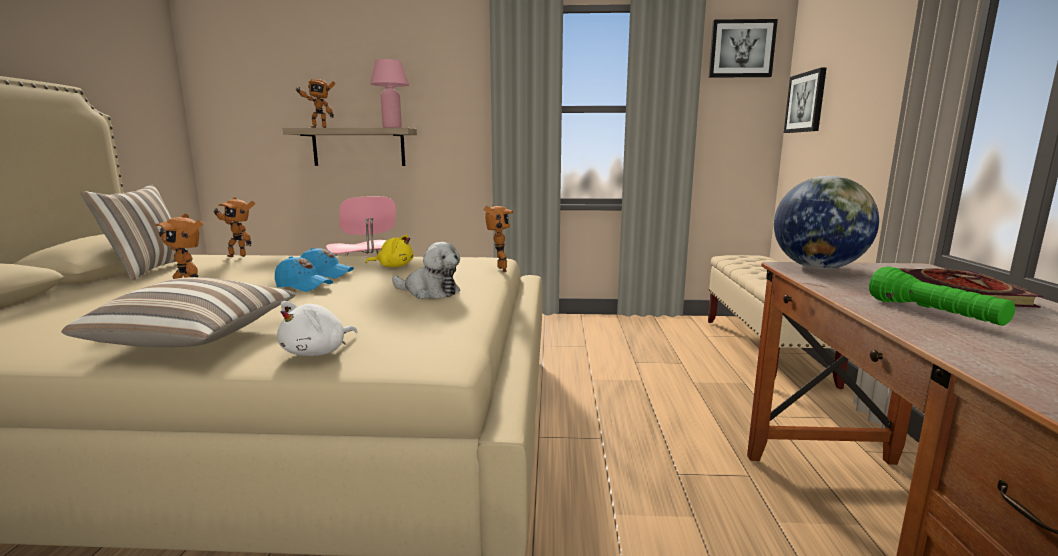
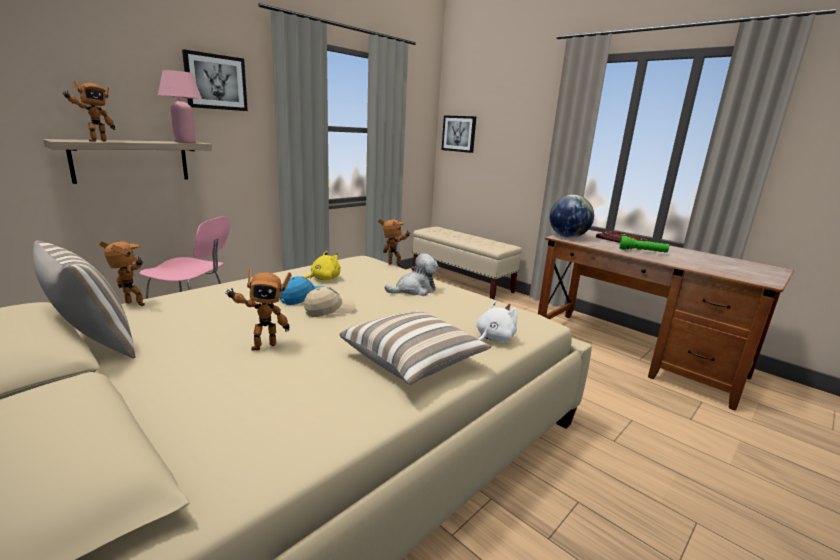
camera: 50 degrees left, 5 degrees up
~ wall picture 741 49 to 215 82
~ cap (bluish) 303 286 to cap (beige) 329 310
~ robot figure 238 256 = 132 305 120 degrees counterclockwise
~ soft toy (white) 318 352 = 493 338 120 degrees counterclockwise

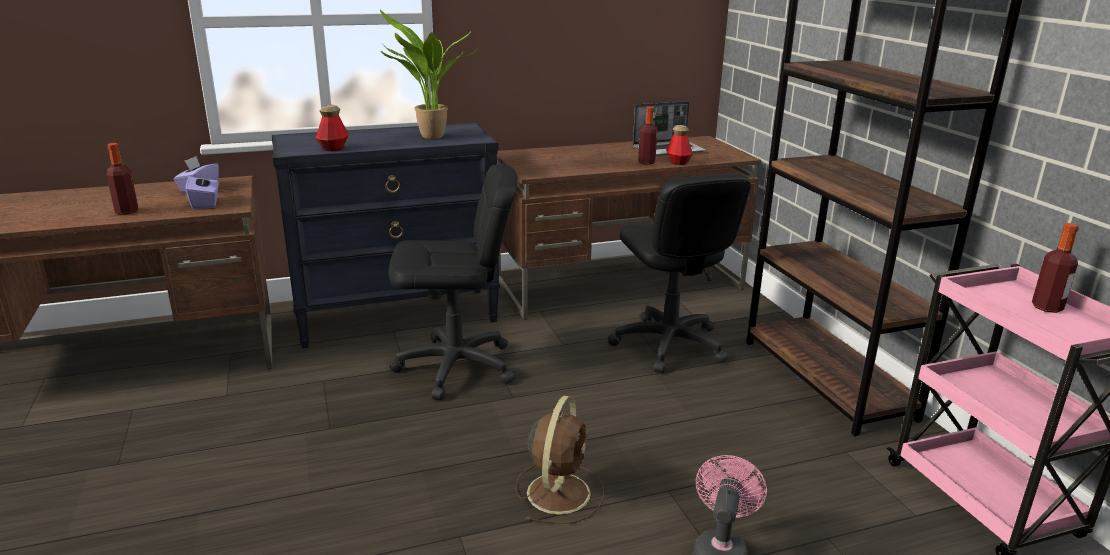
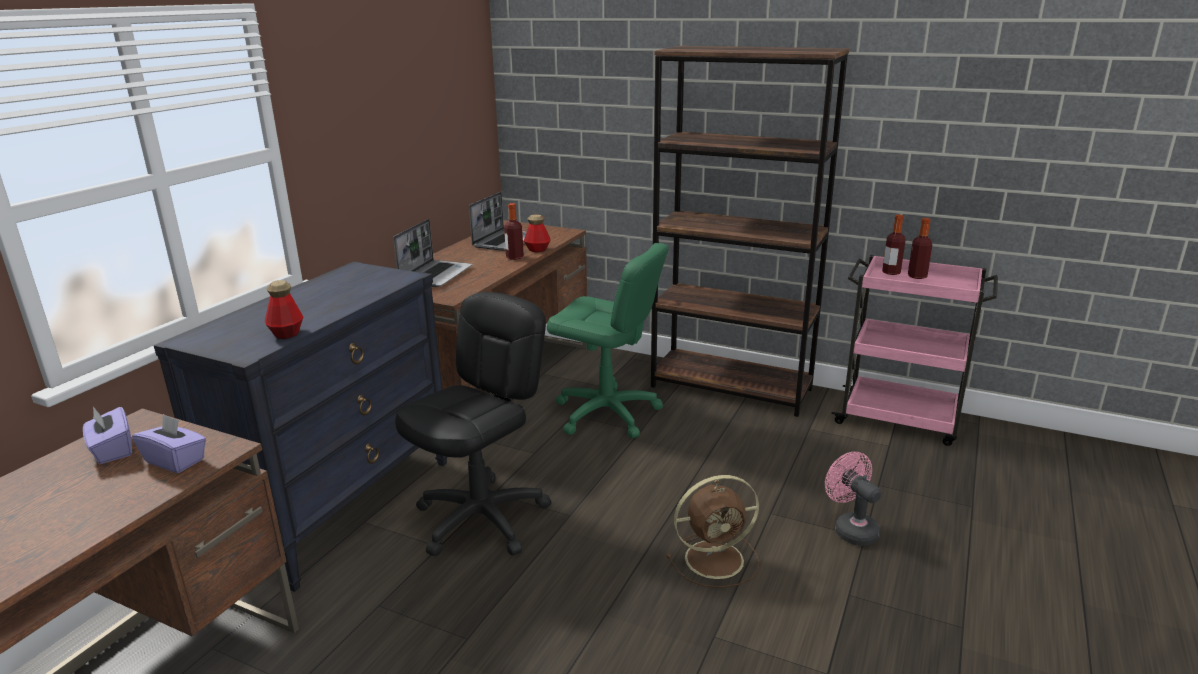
camera: 45 degrees left, 0 degrees up
- plant in a pot 430 138
+ portable computer 436 275
~ drink bottle 127 211 to 891 272
~ office chair (black-coloured) 668 344 to office chair (greenish) 607 413
~ fan (brown-coloured) 559 491 = 716 559 105 degrees clockwise

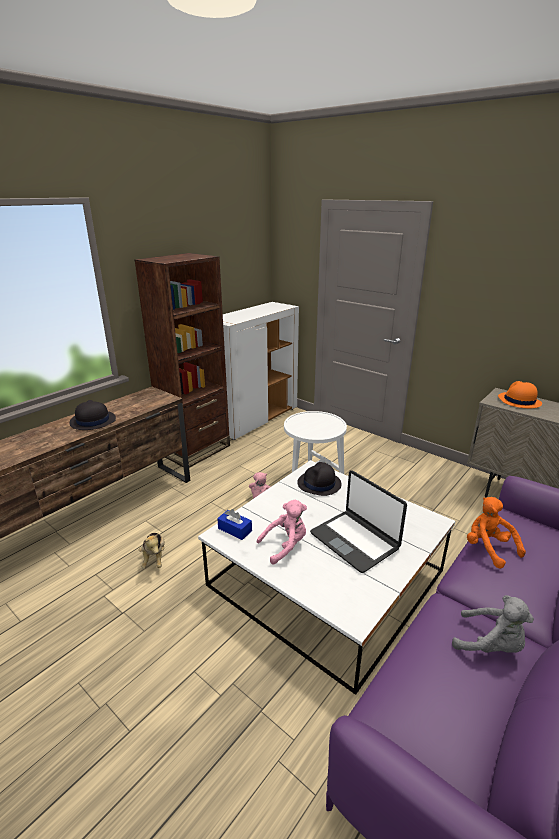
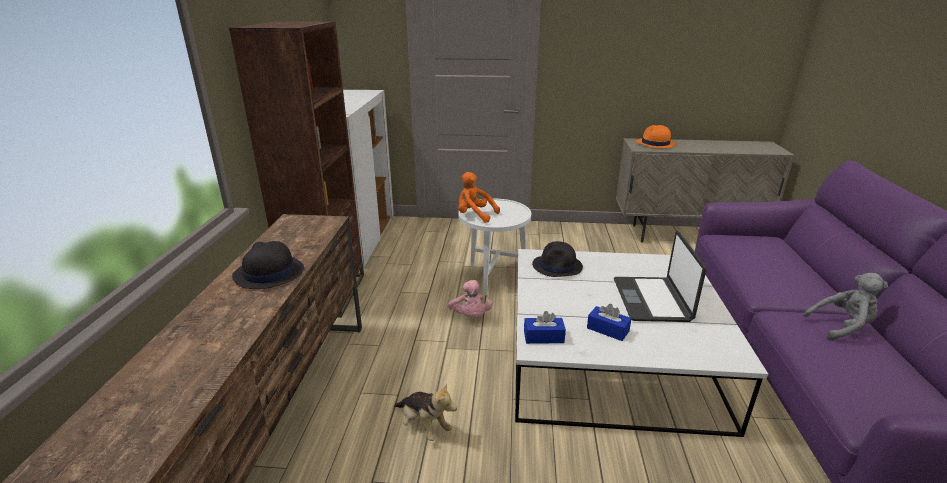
camera: 35 degrees left, 0 degrees up
~ soft toy (orange) 488 548 to 474 215
~ soft toy (pink-coloured) 285 545 to box of tissues (bluish) 607 329
~ portable computer 355 540 = 652 300 75 degrees clockwise

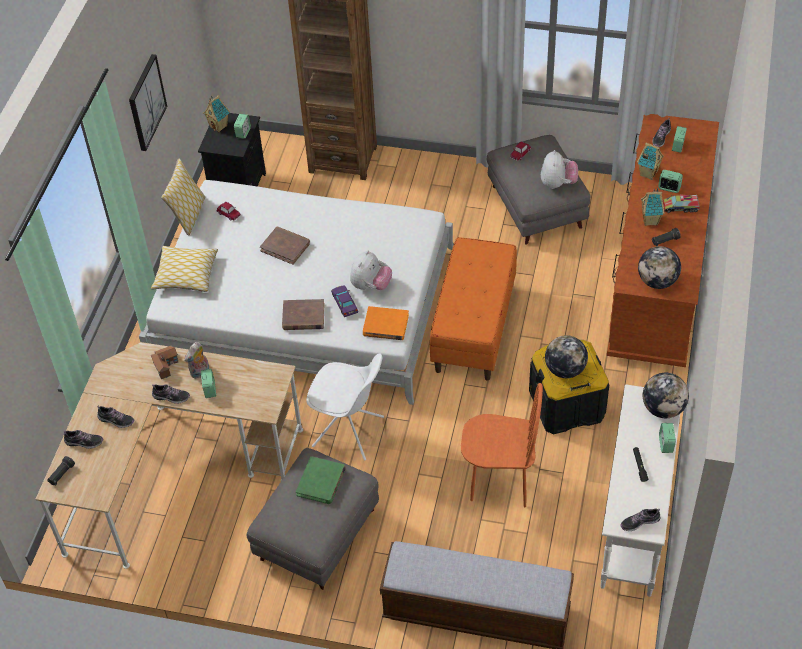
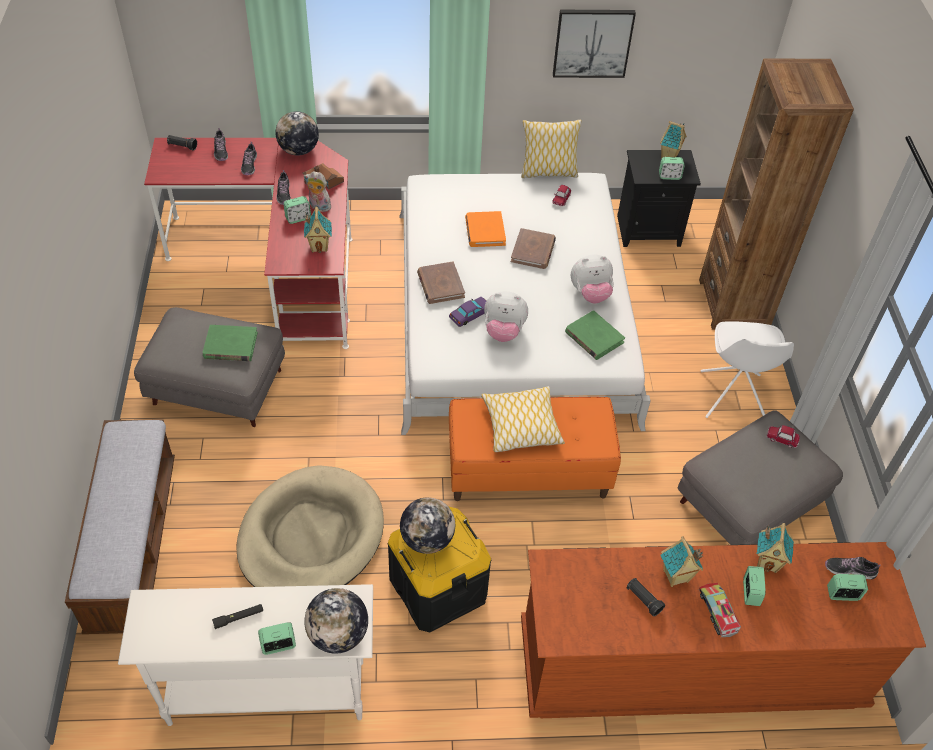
camera: 70 degrees right, 0 degrees up
- item of footwear 639 522
+ toy house 319 246
+ bound book (greenish) 594 337
~ cushion 186 275 to 521 425
~ chair (white) 349 432 to 733 397
~ bound book (orange) 385 325 to 485 231
~ soft toy 558 183 to 590 294
~ desk globe 657 281 to 299 150
~ chair (orange) 500 482 to dog bed (beige) 311 537
~ desk table (beige) 172 469 to desk table (reddish) 279 264

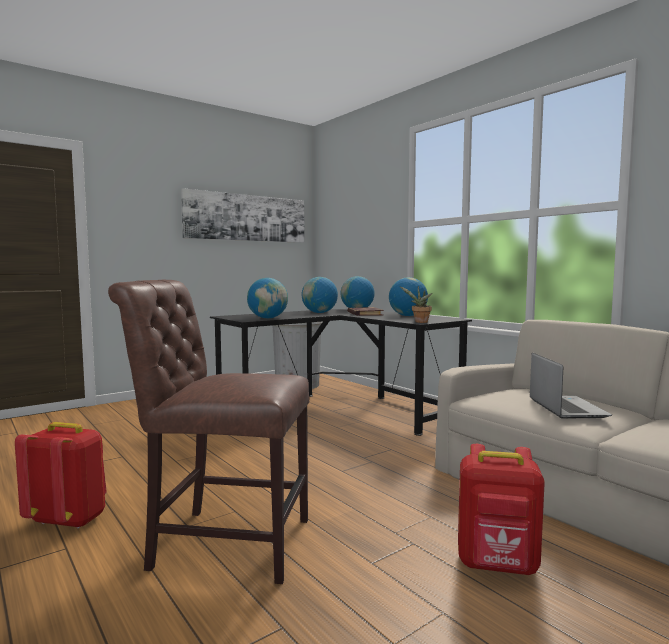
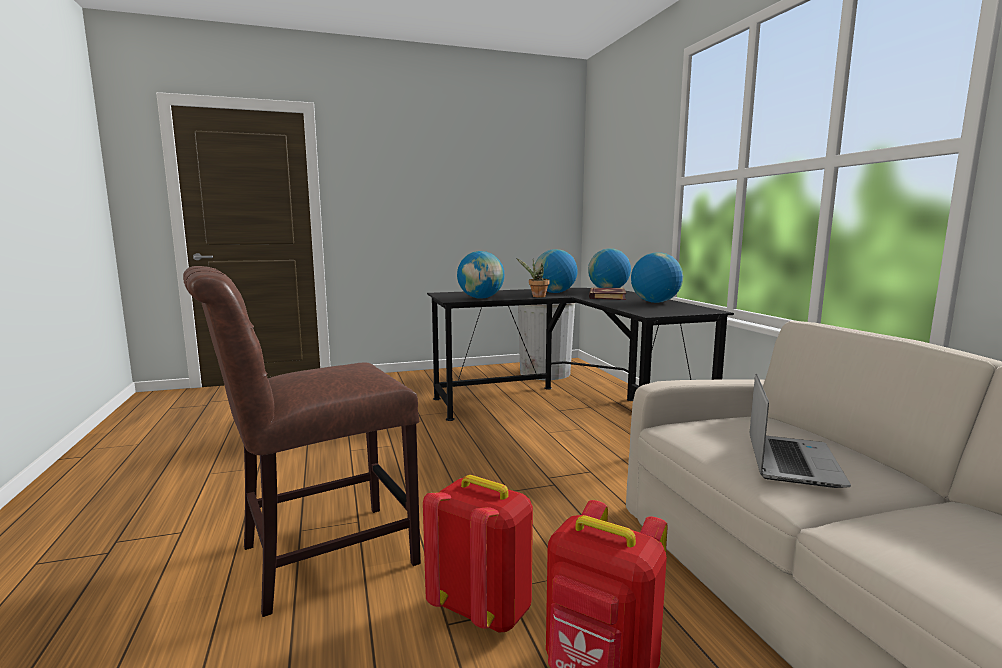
camera: 20 degrees right, 5 degrees up
- wall picture 246 218
~ rucksack (reddish) 69 520 to 483 610
~ plant in a pot 419 322 to 536 296
~ chair (brown-coloured) 223 542 = 317 557 60 degrees counterclockwise

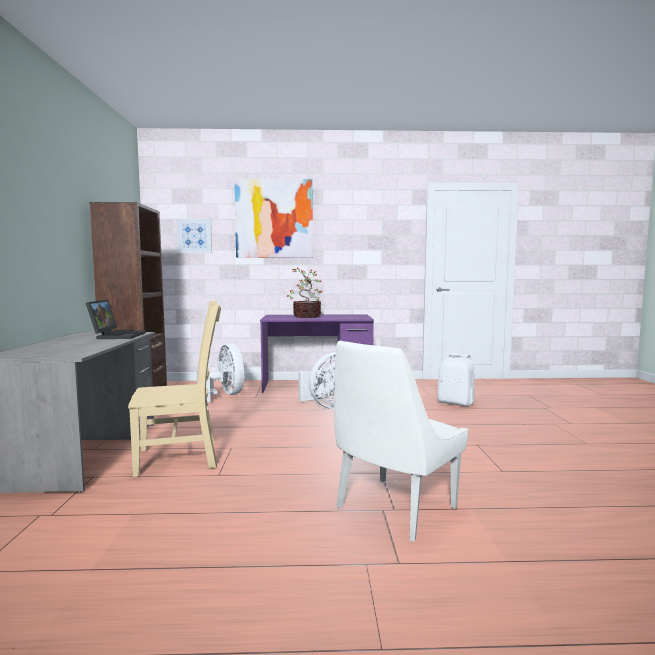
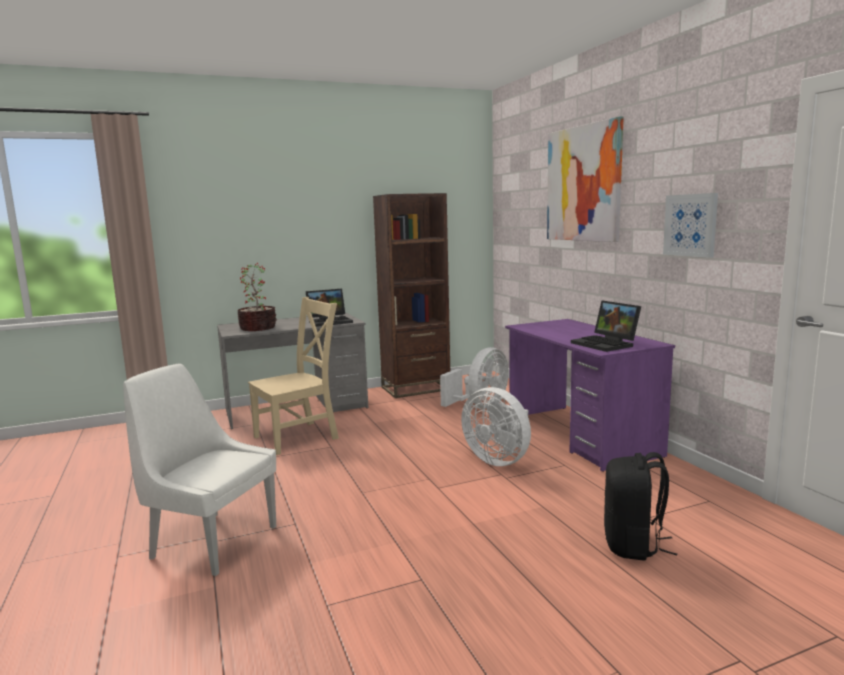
camera: 70 degrees right, 5 degrees up
+ portable computer 606 344
~ wall picture 194 235 to 690 225
~ plant in a pot 306 316 to 257 328
~ rucksack (white) 456 403 to rucksack (black-coloured) 633 545
~ chair (beige) 182 458 = 299 437 90 degrees counterclockwise

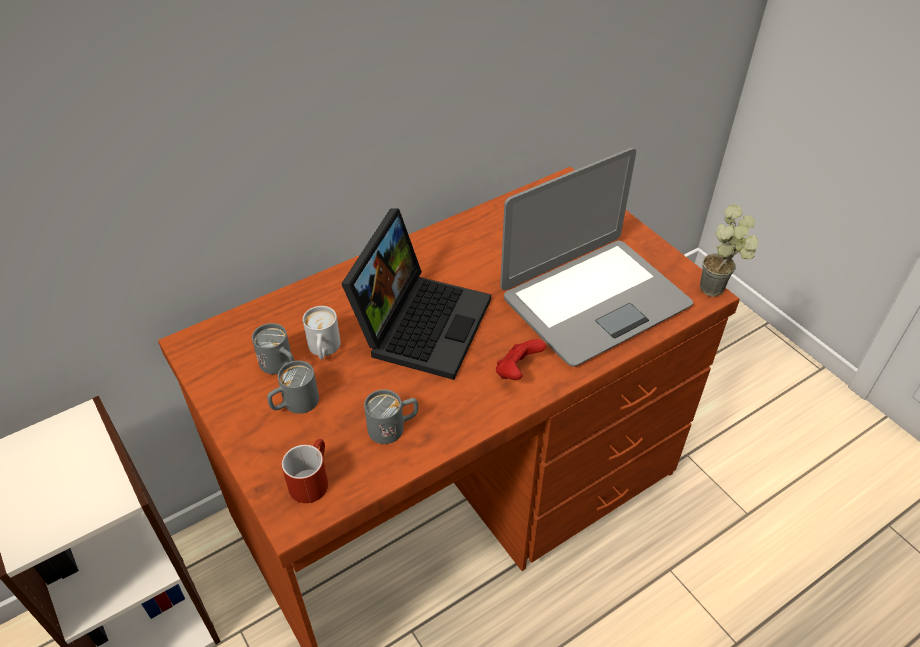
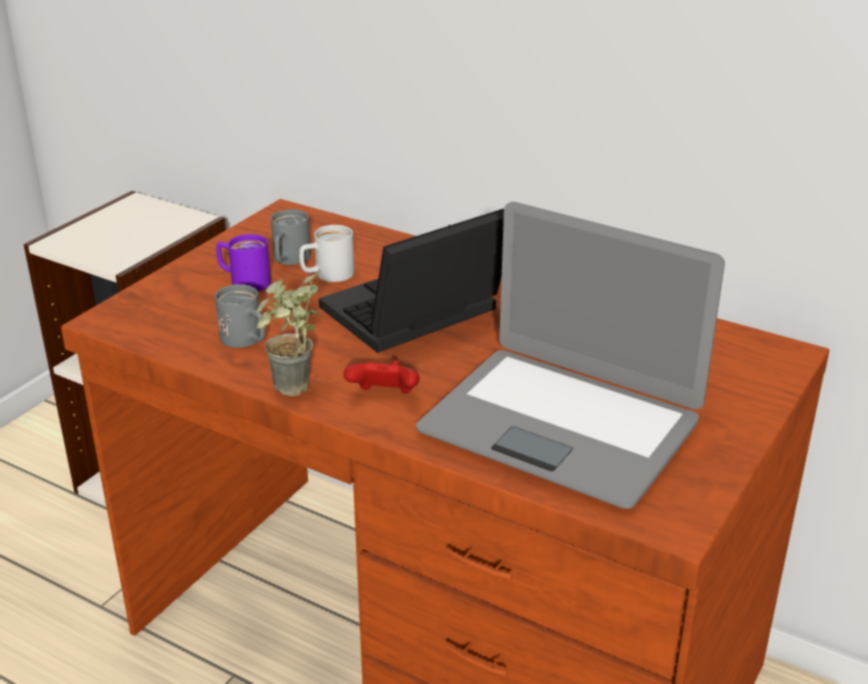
camera: 65 degrees right, 15 degrees down
- coffee mug (reddish) 311 479
~ plant in a pot 719 291 to 291 394
~ coffee mug (gray) 294 404 to coffee mug (purple-coloured) 243 281
~ portable computer 421 321 = 413 316 150 degrees clockwise

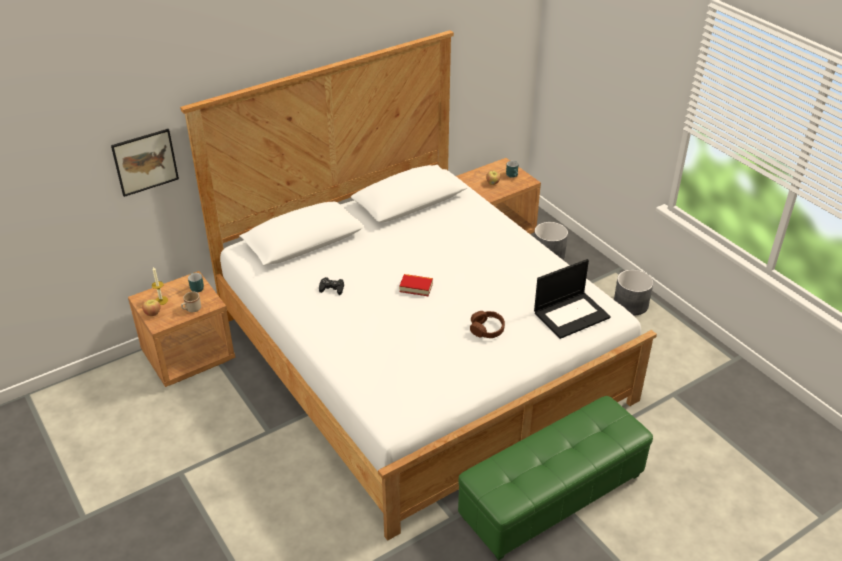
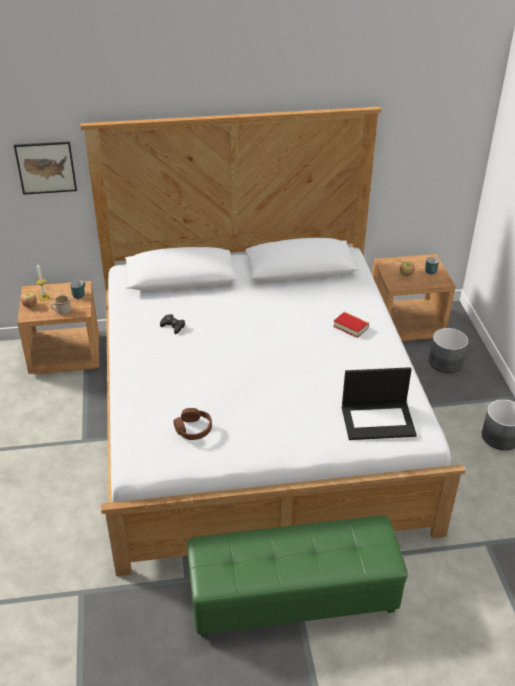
camera: 25 degrees right, 0 degrees up
~ bound book 416 287 to 350 327
~ headset (brown-coloured) 487 329 to 193 429

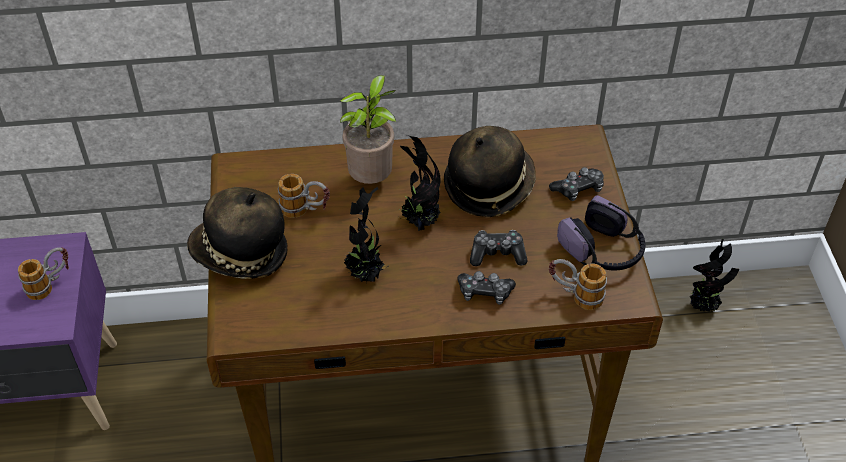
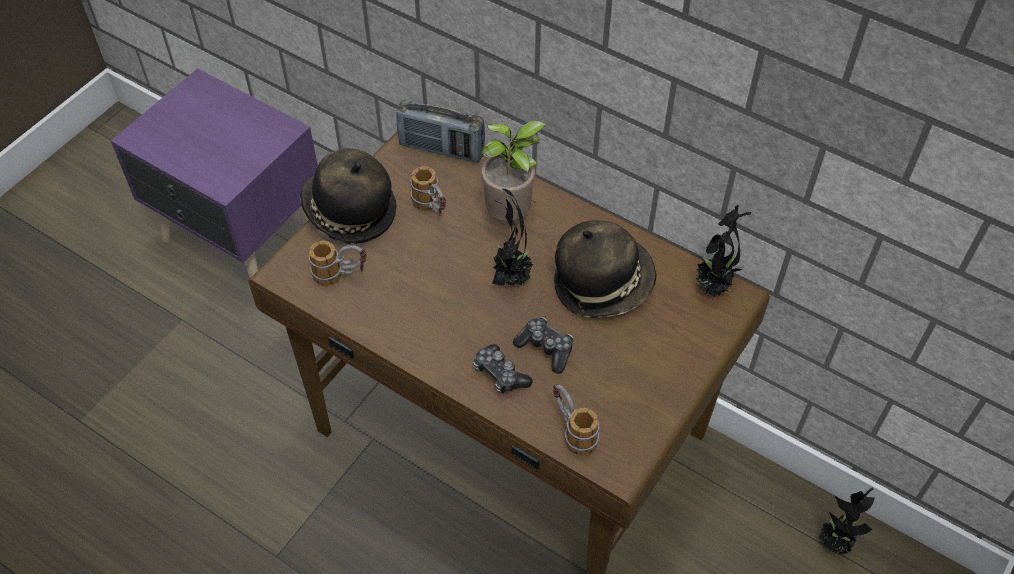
camera: 40 degrees right, 5 degrees up
- gamepad 578 189
- headset 602 251
+ radio receiver 441 149
~ coffee mug 50 284 to 341 276
~ plant in a pot 366 274 to 713 287

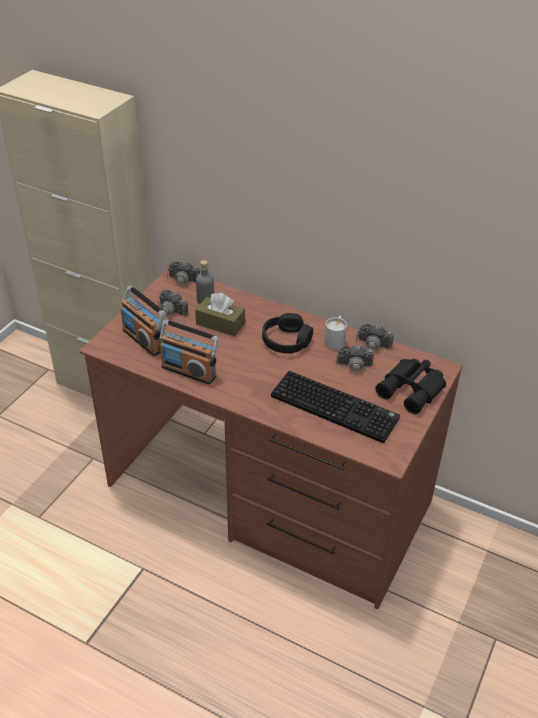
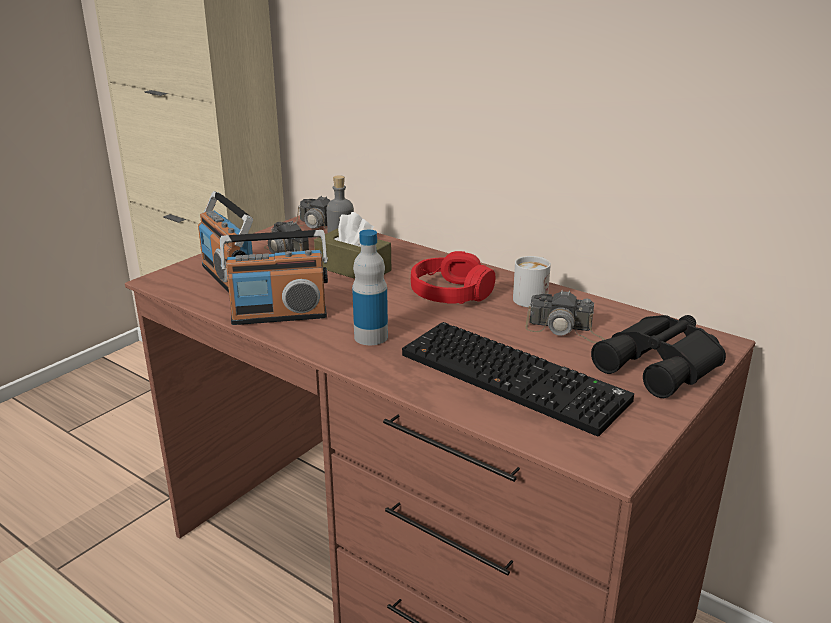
camera: 10 degrees right, 15 degrees down
- still camera 376 346
+ drink bottle 371 337
~ headset (black-coloured) 286 341 to headset (reddish) 451 293
~ radio receiver 189 371 = 279 315 45 degrees counterclockwise

